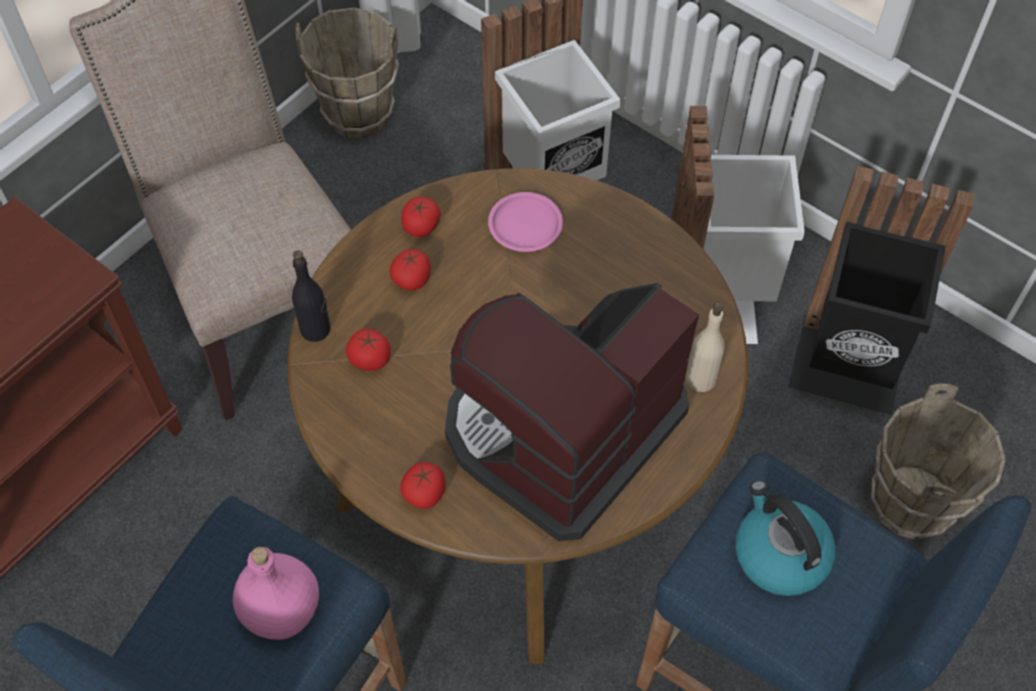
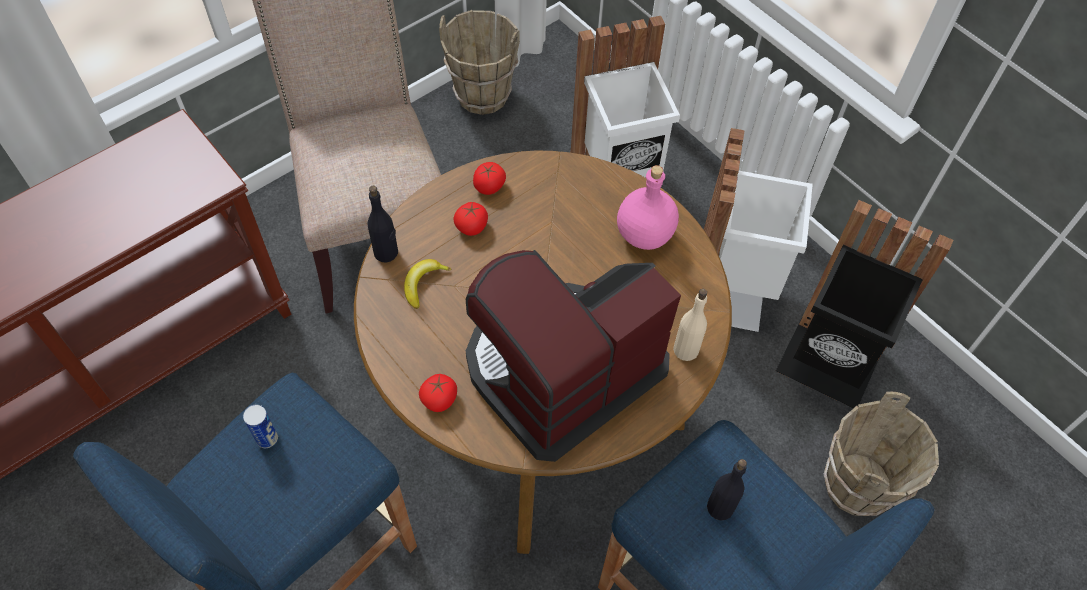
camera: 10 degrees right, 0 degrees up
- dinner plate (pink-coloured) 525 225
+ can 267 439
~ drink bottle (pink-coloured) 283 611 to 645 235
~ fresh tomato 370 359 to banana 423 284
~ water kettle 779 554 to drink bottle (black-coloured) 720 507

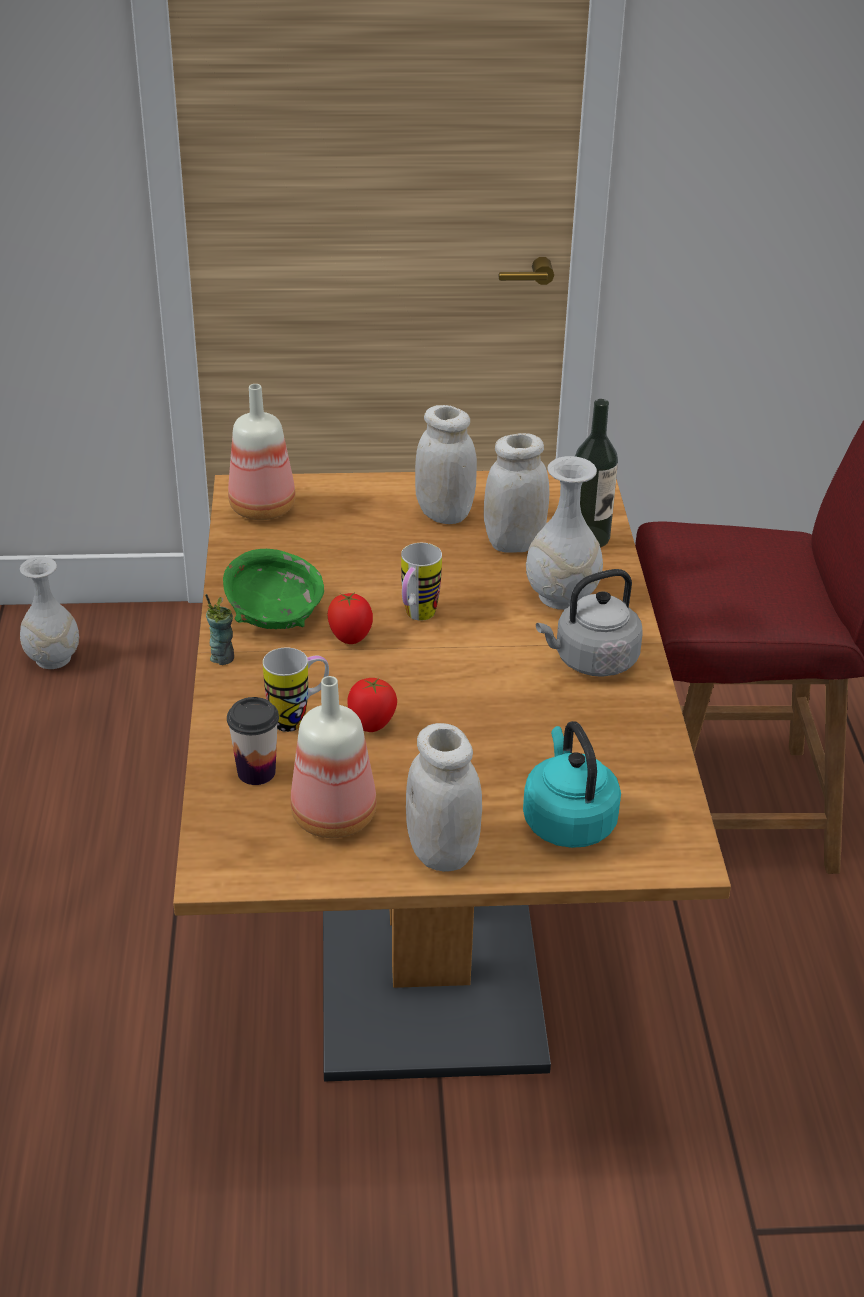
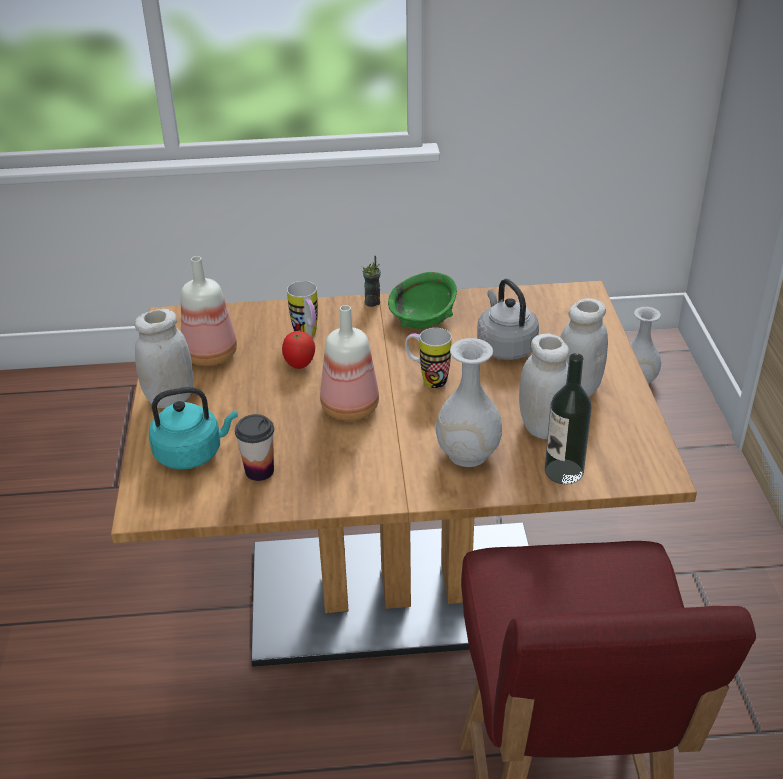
camera: 90 degrees right, 0 degrees up
- fresh tomato 350 639
~ drinking cup 256 772 to 259 471
~ drink bottle 264 508 to 350 409
~ water kettle (gray) 591 661 to 505 346

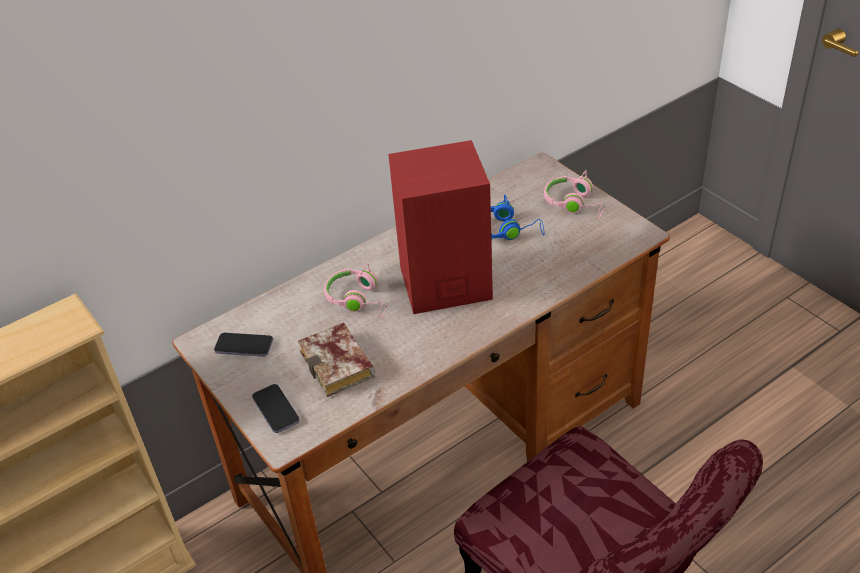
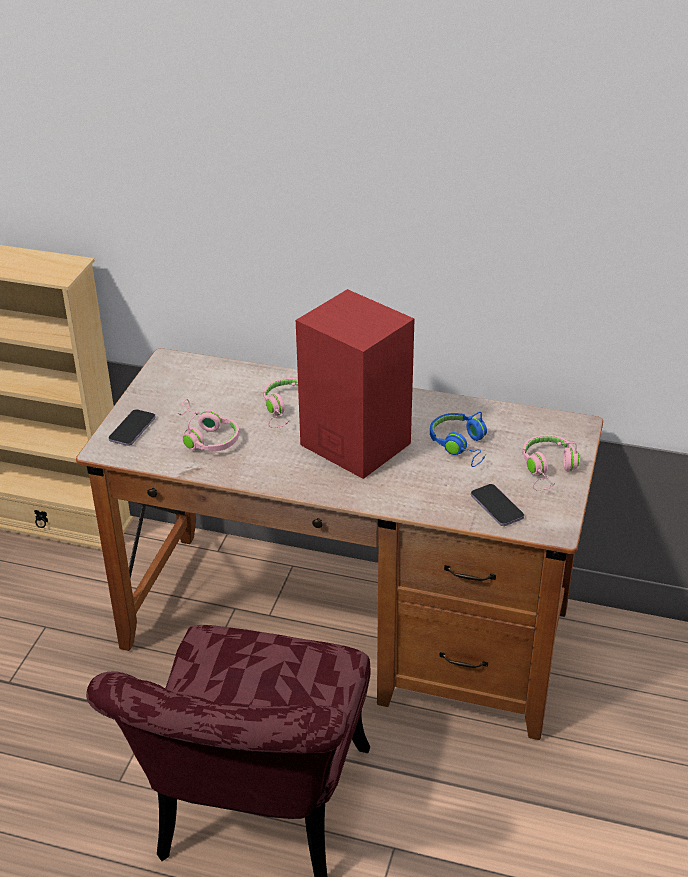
camera: 50 degrees right, 5 degrees down
~ phone 244 346 to 496 507
~ bound book 340 366 to headset (pink-coloured) 205 437

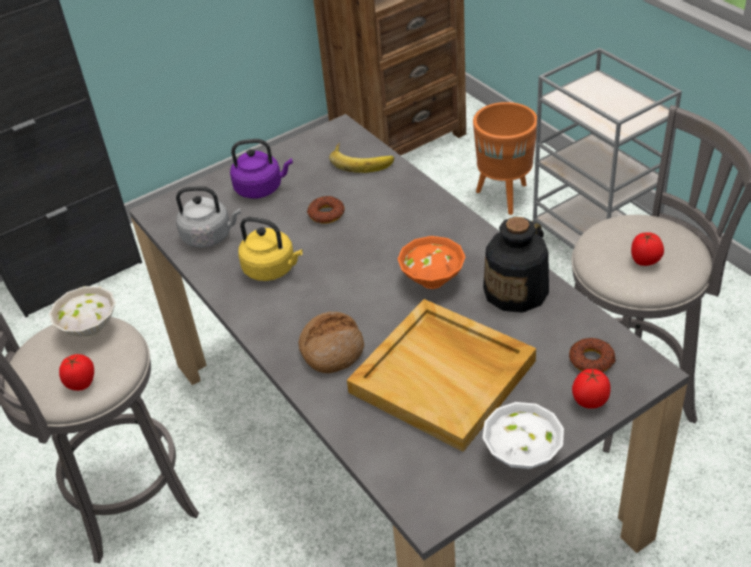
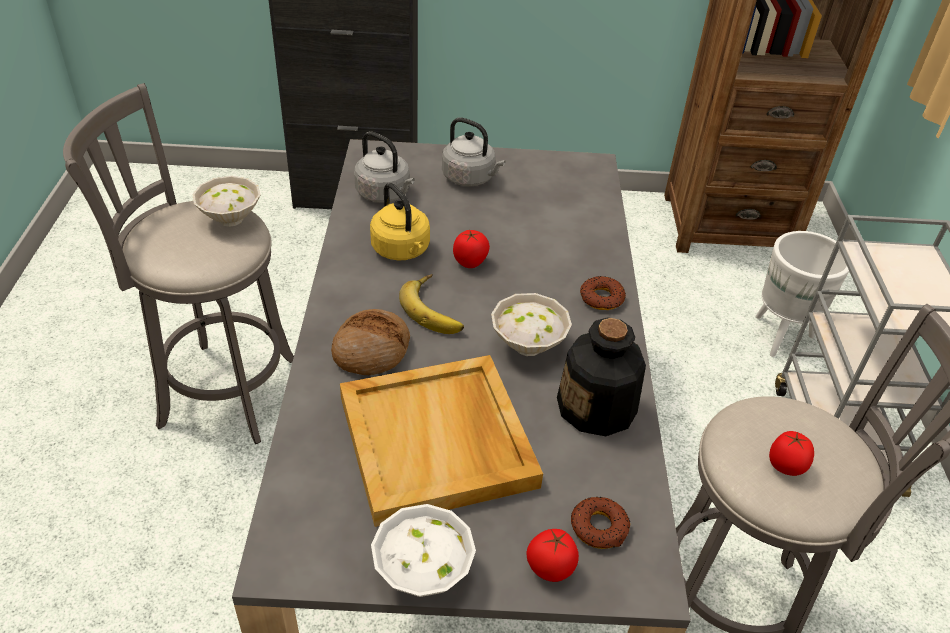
camera: 30 degrees right, 0 degrees up
~ fresh tomato 82 383 to 470 262
~ doughnut 326 214 to 601 298
~ banana 362 160 to 436 309
~ water kettle (purple-coloured) 261 188 to water kettle (gray) 470 178
~ bowl (orange) 434 280 to bowl (white) 529 347
~ flower pot (orange) 505 197 to flower pot (white) 781 337

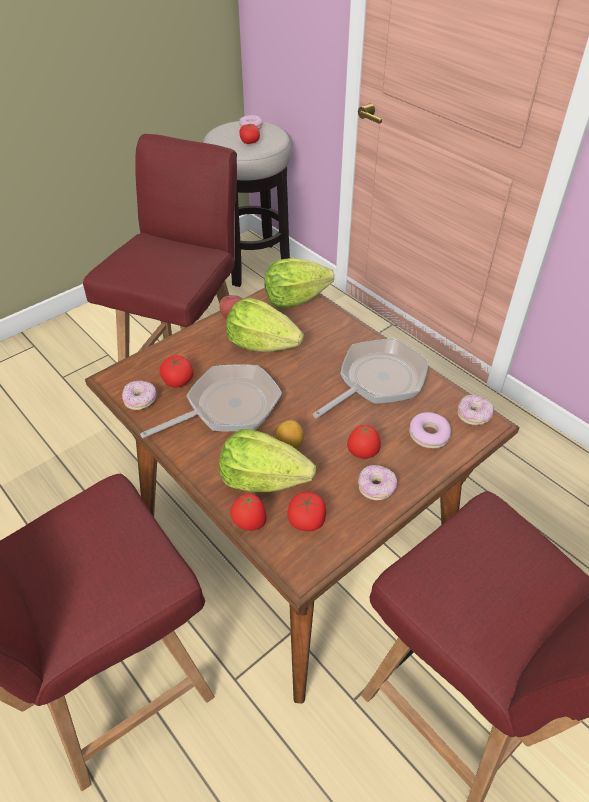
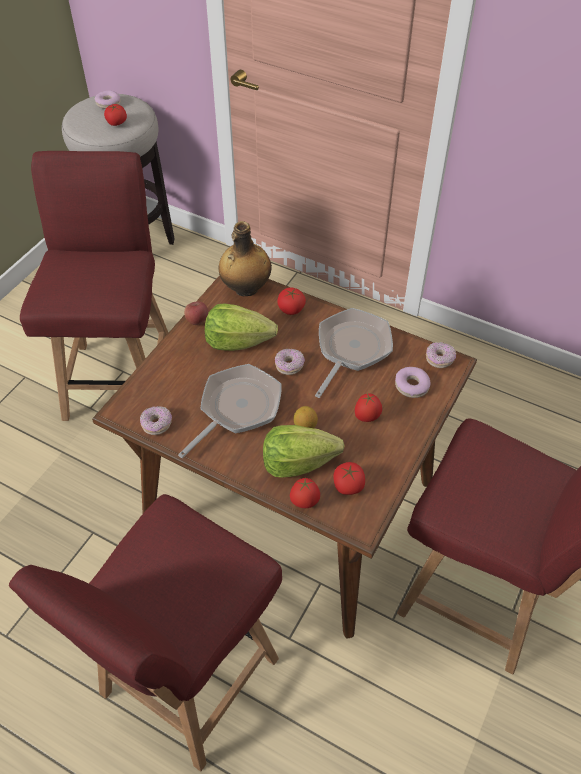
camera: 20 degrees left, 5 degrees up
~ fresh tomato 178 381 to 291 309
~ doughnut 376 488 to 289 366
~ head of lettuce 295 299 to drink bottle 245 289

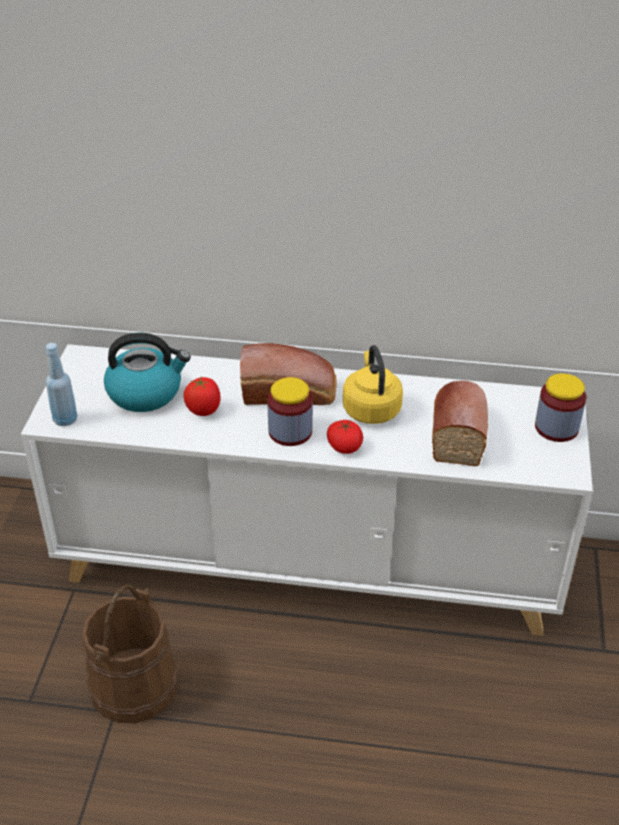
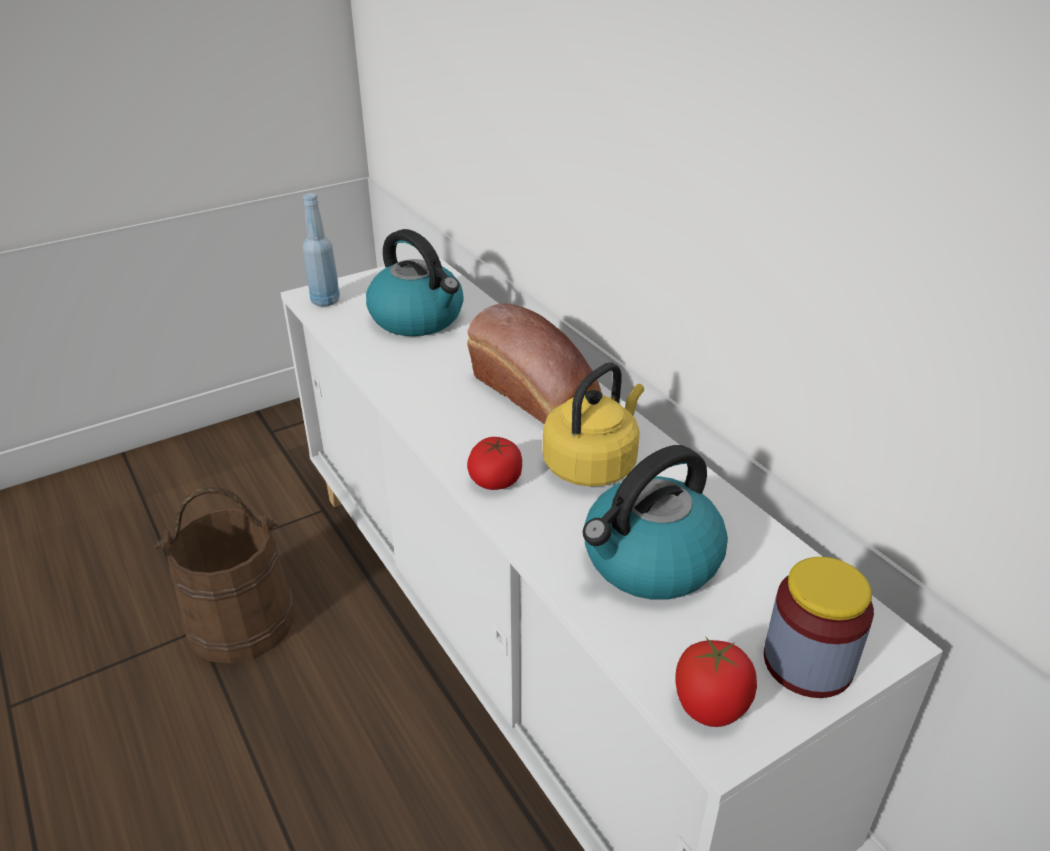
camera: 50 degrees right, 5 degrees down
- storage jar 290 431
~ fresh tomato 204 410 to 711 707
~ baked bread 457 432 to water kettle 650 561

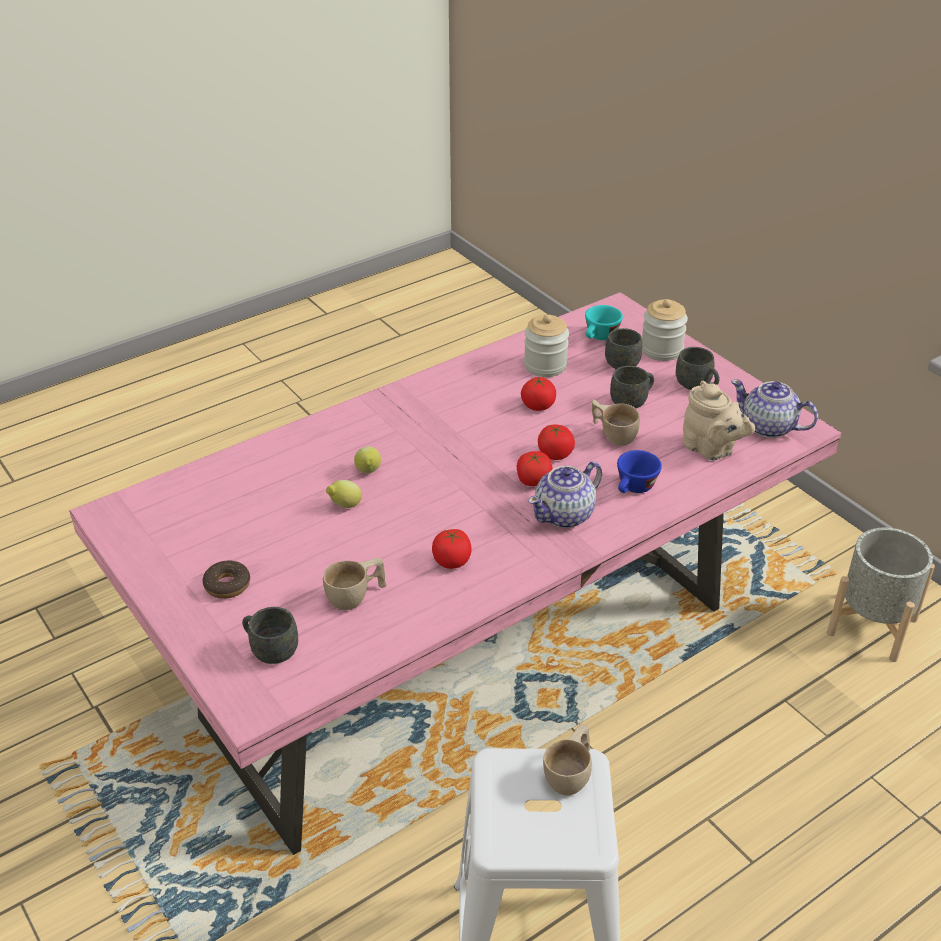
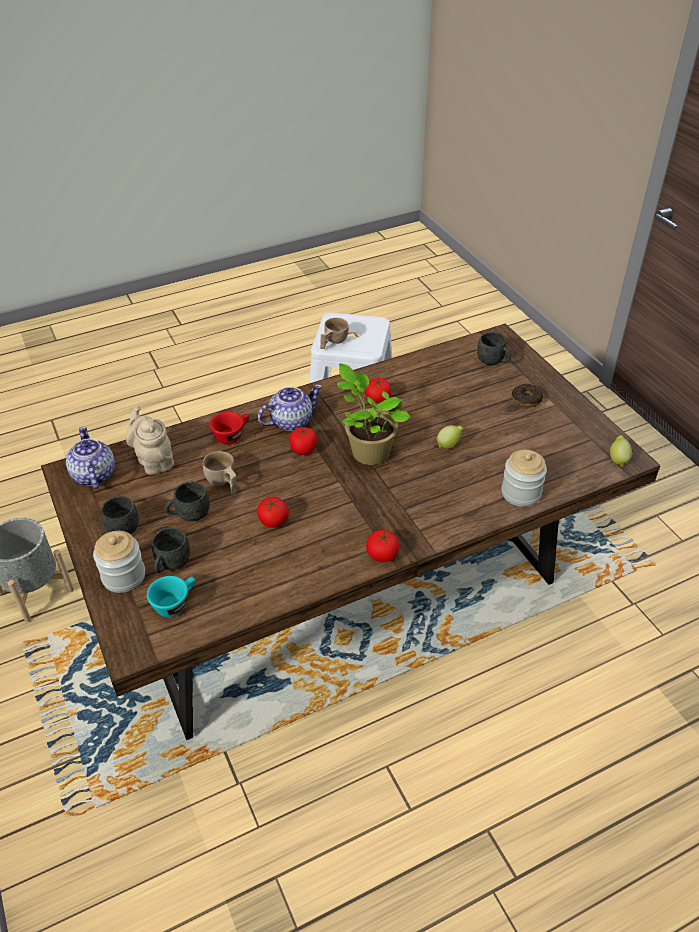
camera: 170 degrees left, 5 degrees up
- drinking cup (beige) 356 597
+ plant in a pot 368 451
~ lemon 368 472 to 618 459
~ storage jar 545 366 to 521 493
~ fresh tomato 555 454 to 382 555
~ dining table (pink-coloured) 469 664 to dining table (brown-coloured) 351 601
~ drinking cup (bluish) 634 489 to drinking cup (reddish) 232 435
~ pot for tea 769 427 = 93 475 150 degrees counterclockwise

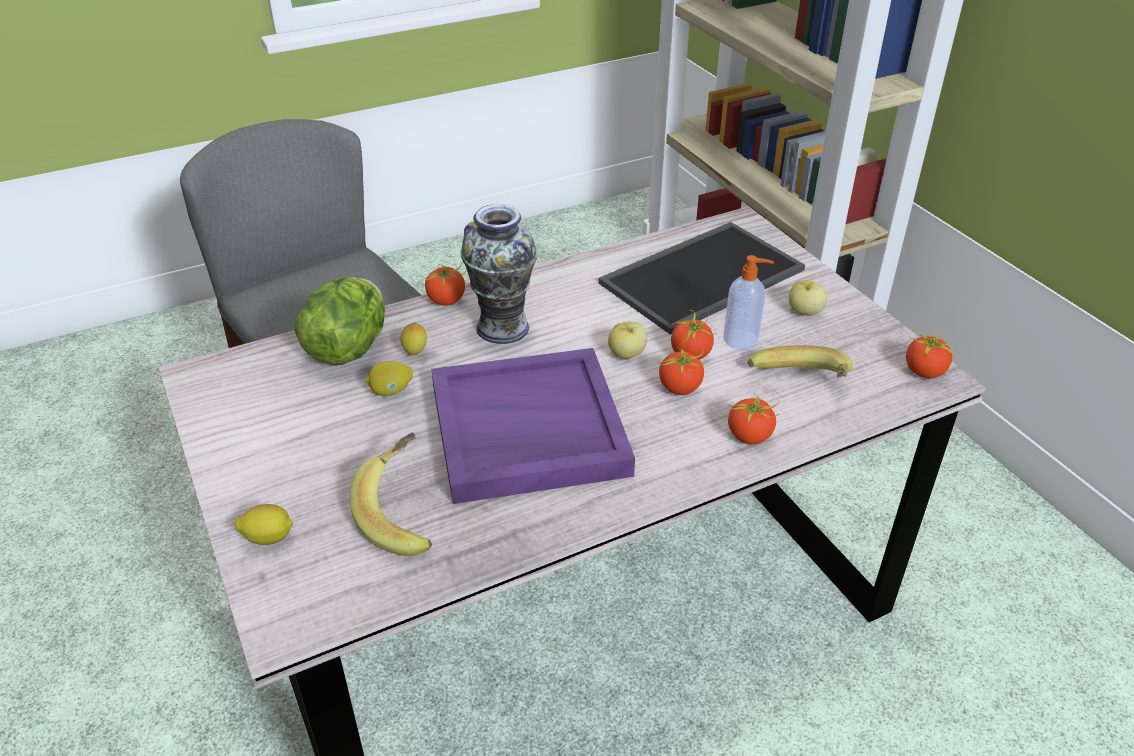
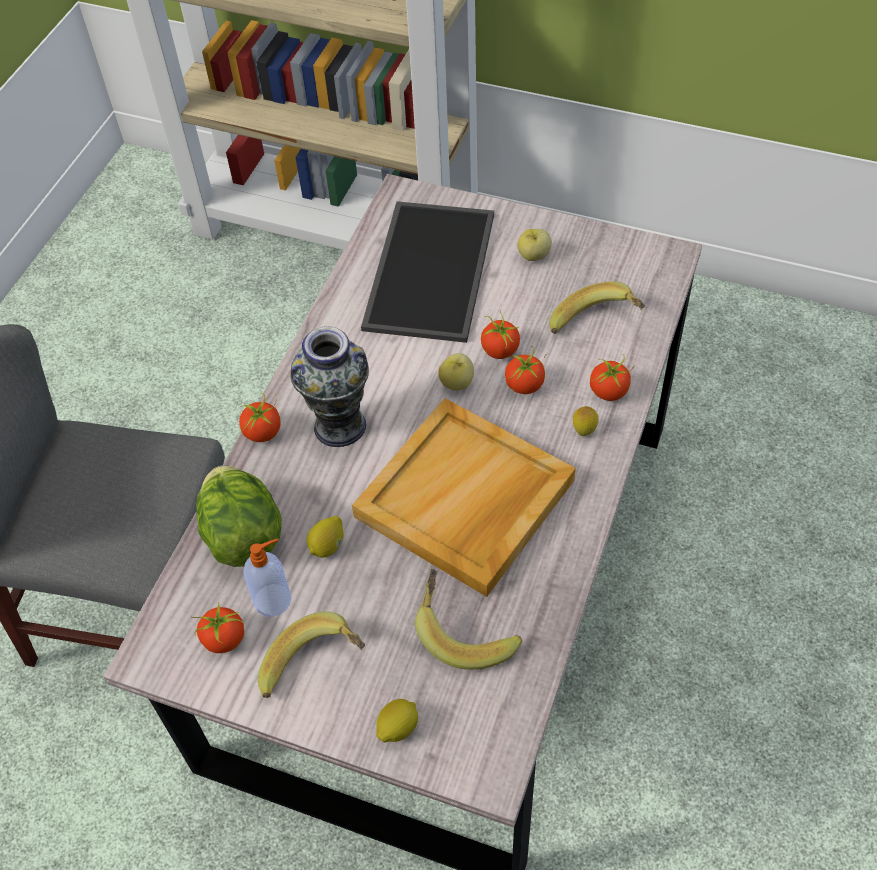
camera: 40 degrees left, 15 degrees up
+ banana 316 669
~ lemon 415 353 to 584 431
~ liquid soap bottle 742 339 to 274 599
~ fresh tomato 923 372 to 224 639
~ carrying tray (purple-coloured) 526 430 to carrying tray (beige) 465 500

